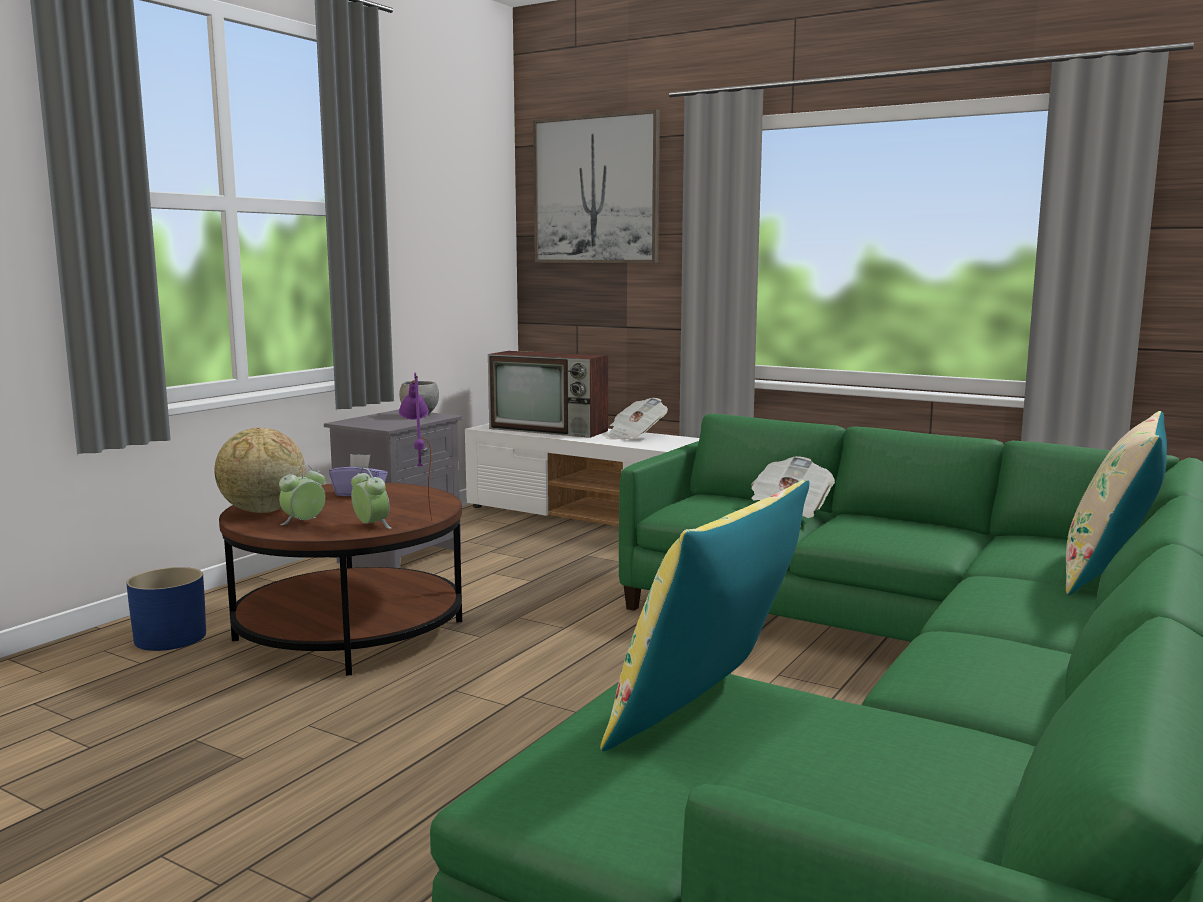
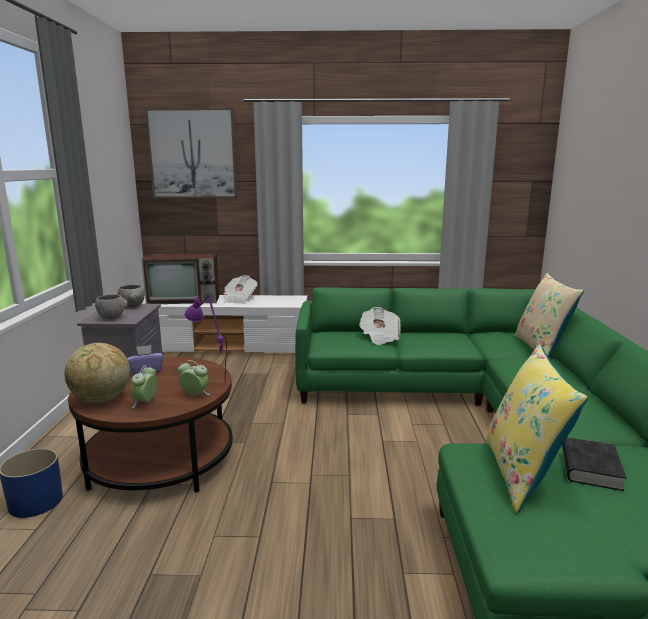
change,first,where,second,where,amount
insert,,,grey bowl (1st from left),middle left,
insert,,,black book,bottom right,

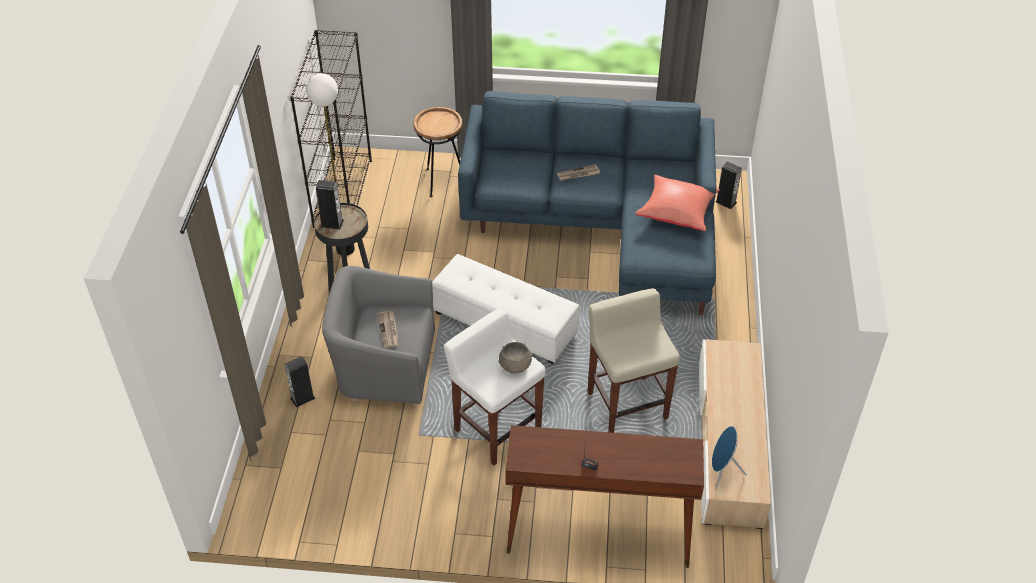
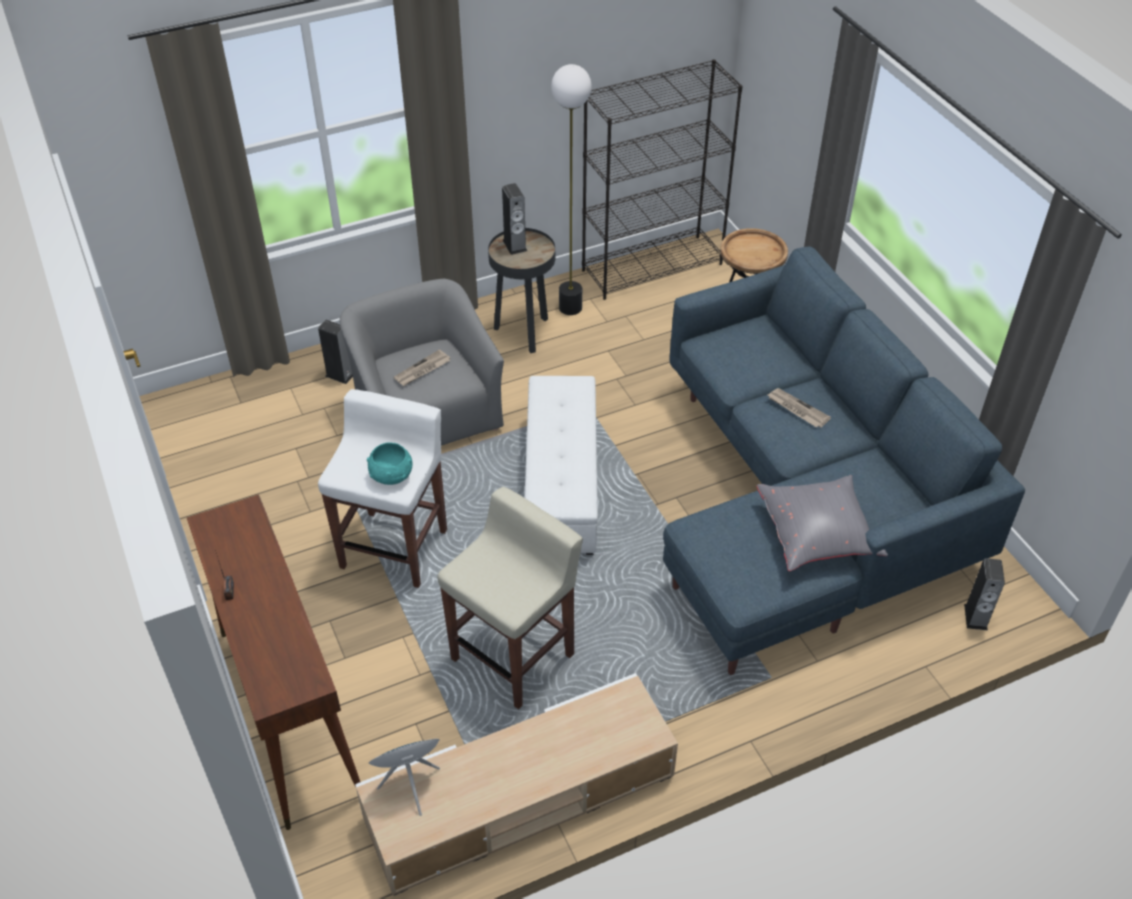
change,first,where,second,where,amount
recolor,grey bowl,centre,turquoise bowl,centre,
recolor,red pillow,centre,grey pillow,middle right,

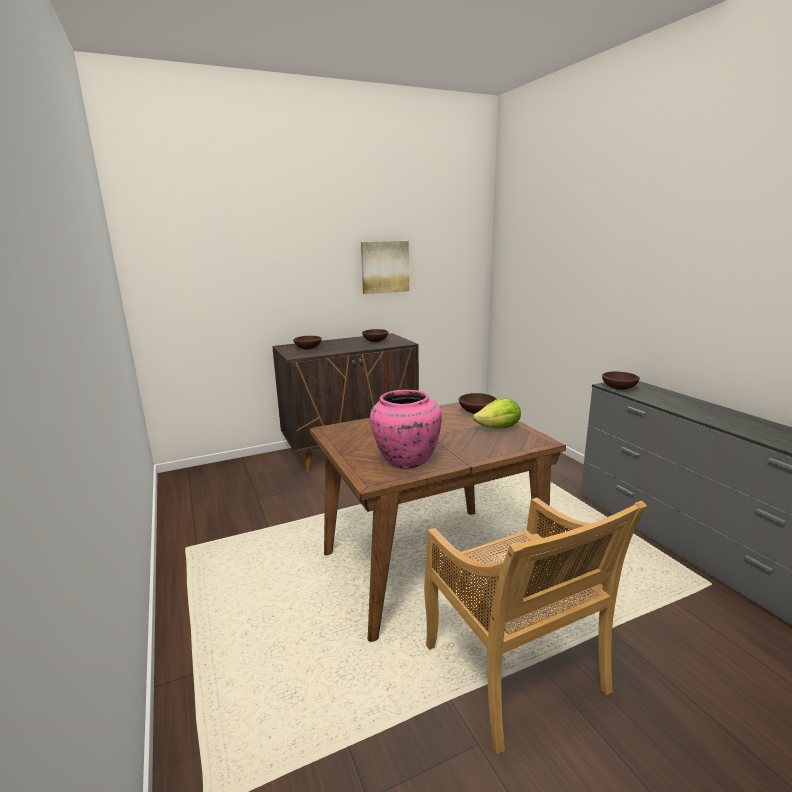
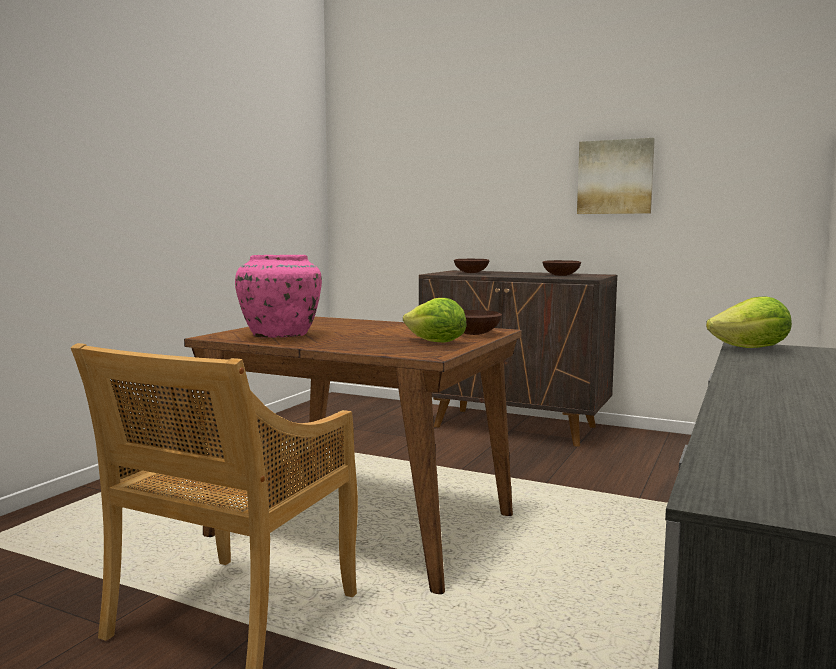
change,first,where,second,where,amount
replace,brown bowl (4th from left),middle right,lettuce (2nd from left),middle right,

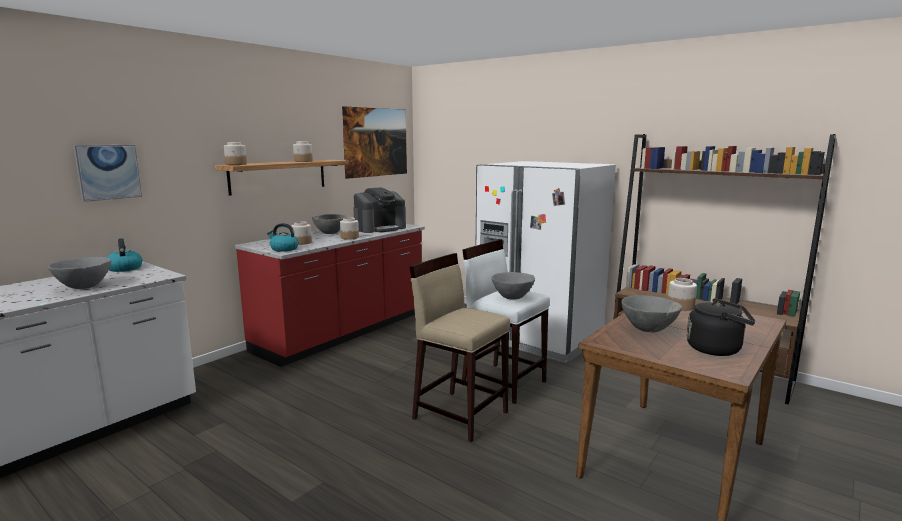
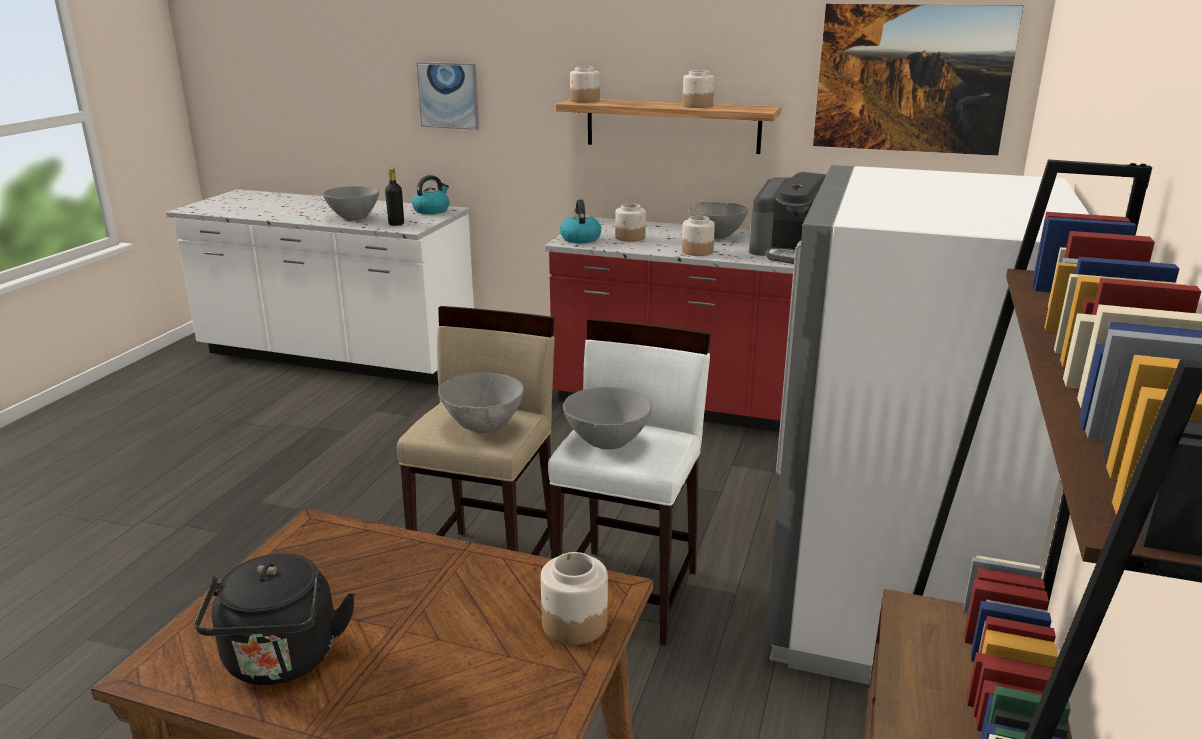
change,first,where,second,where,amount
insert,,,black bottle,top left,
move,grey bowl (4th from left in the first image),middle right,grey bowl (2nd from left),centre,

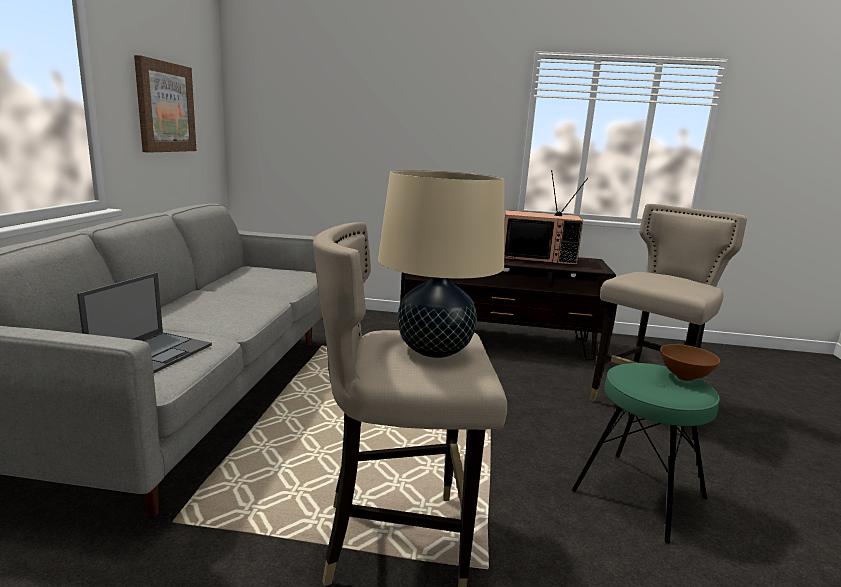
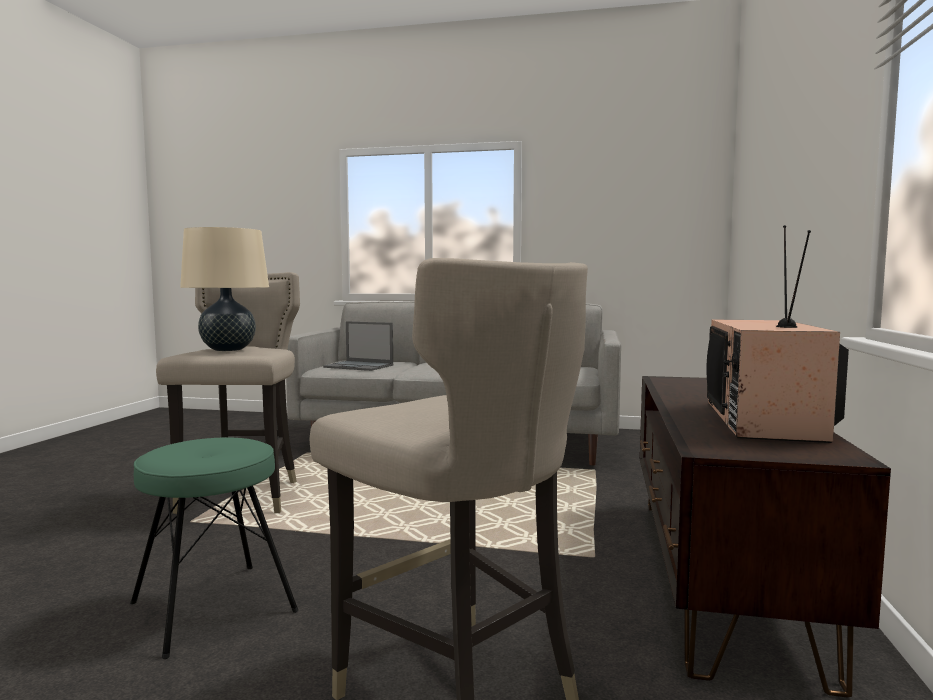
change,first,where,second,where,amount
delete,picture,top left,,,
delete,brown bowl,middle right,,,

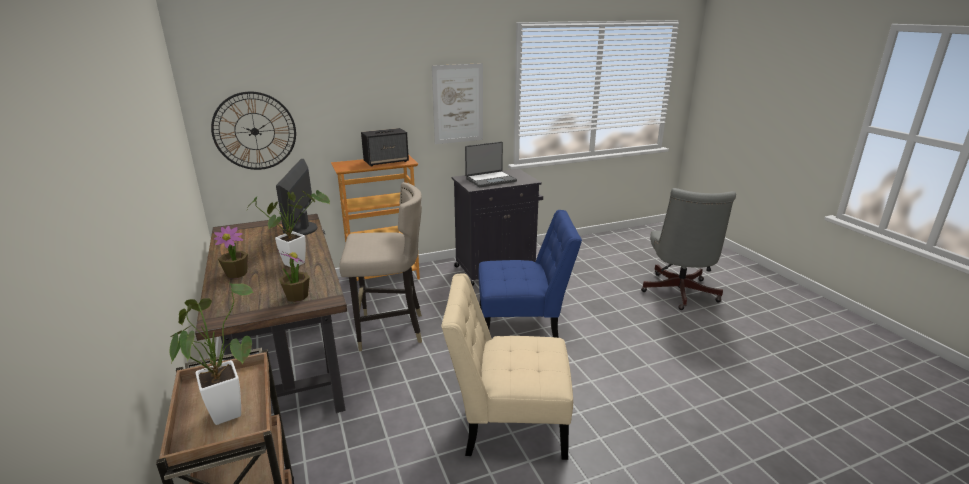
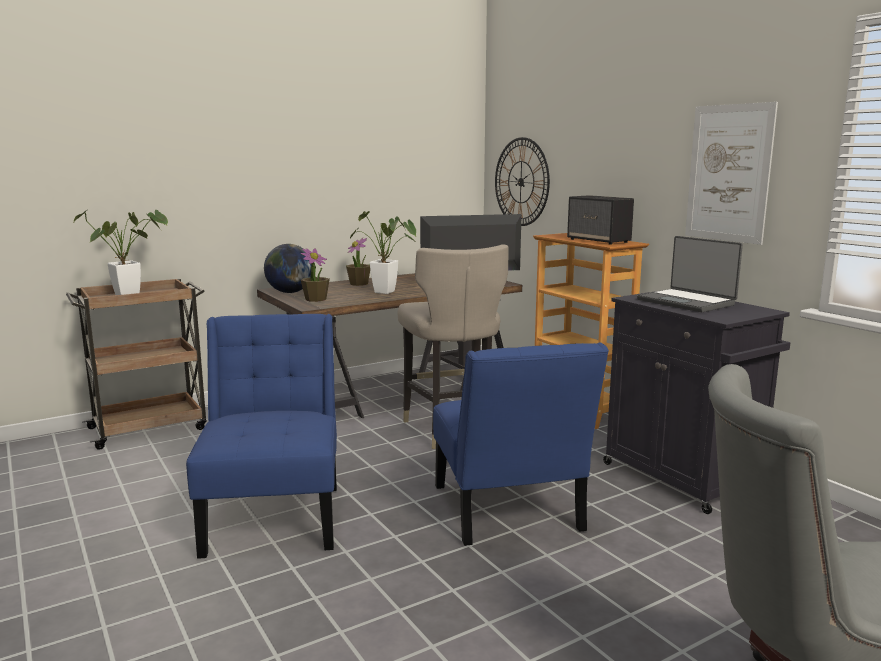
change,first,where,second,where,amount
insert,,,globe,middle left,
recolor,beige chair,bottom centre,blue chair (1st from left),middle left,

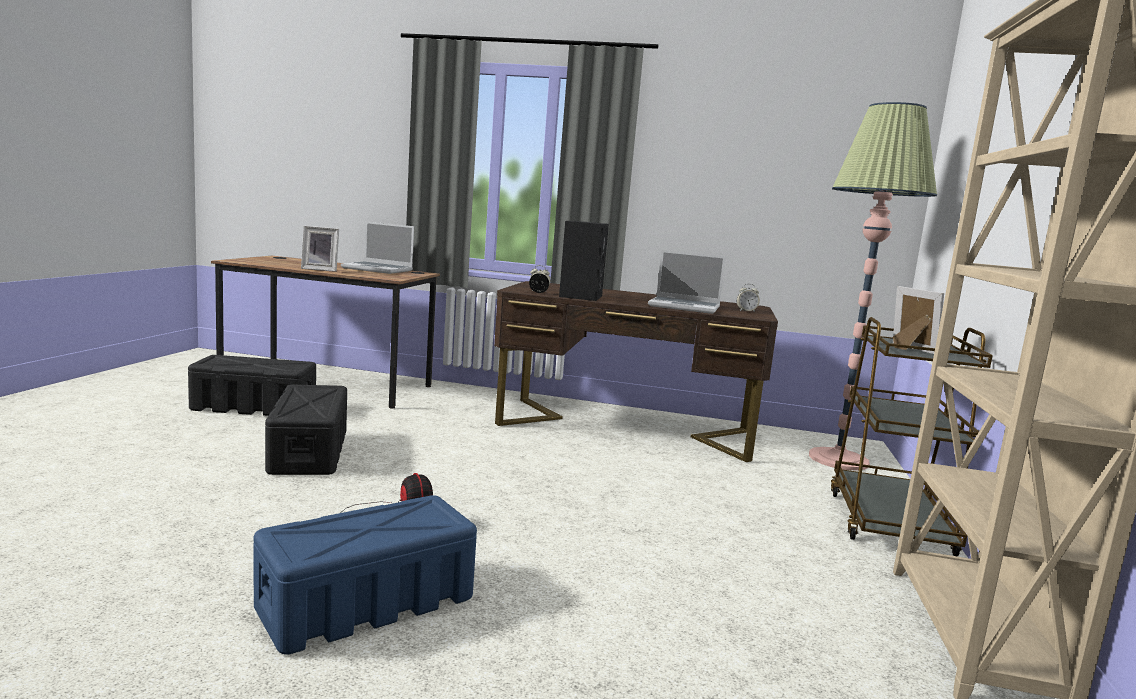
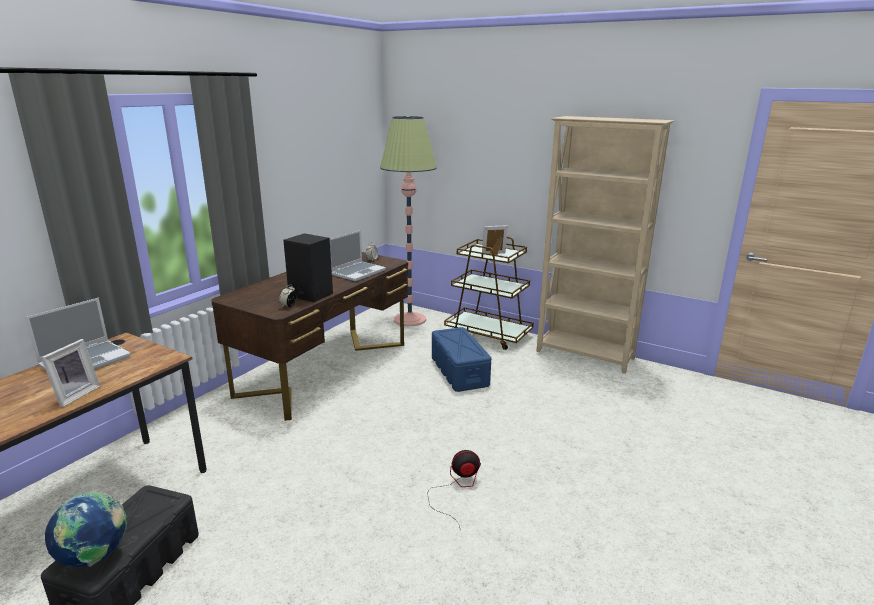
change,first,where,second,where,amount
delete,black storage box (2nd from left),middle left,,,
insert,,,globe,bottom left,
move,blue storage box,bottom left,,centre,

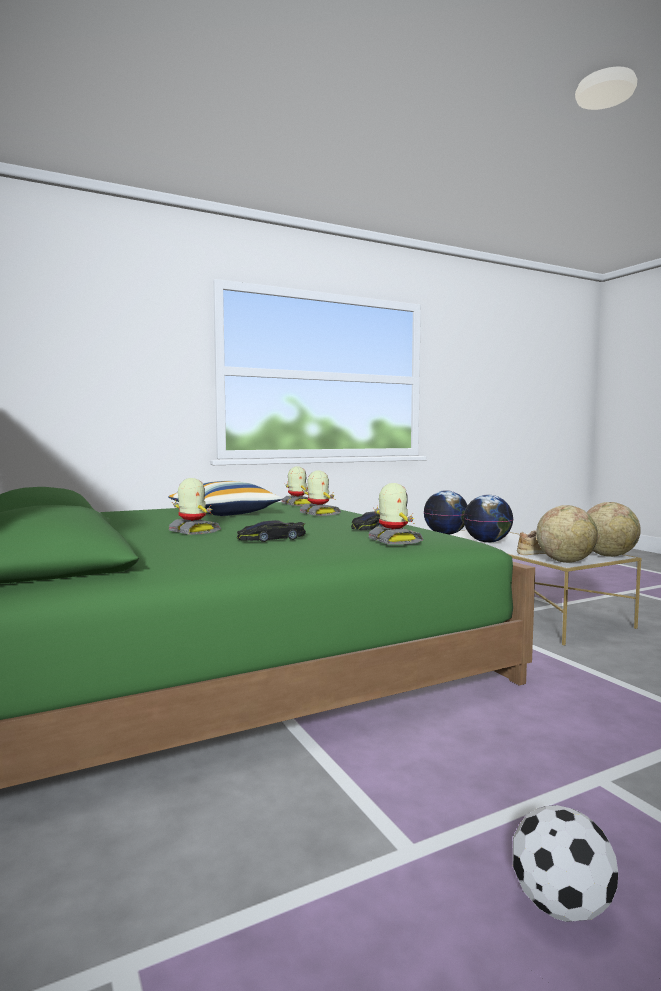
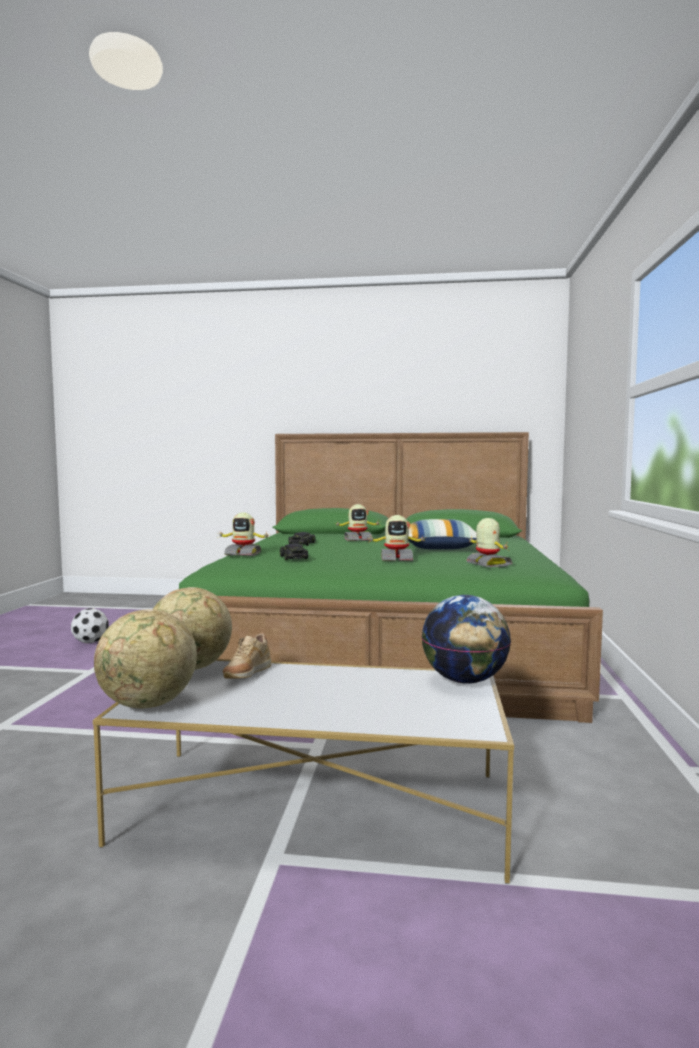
change,first,where,second,where,amount
delete,globe (2nd from left),middle right,,,
rotate,toy robot (2nd from left in the first image),centre,toy robot (4th from left),middle right,120 degrees counterclockwise

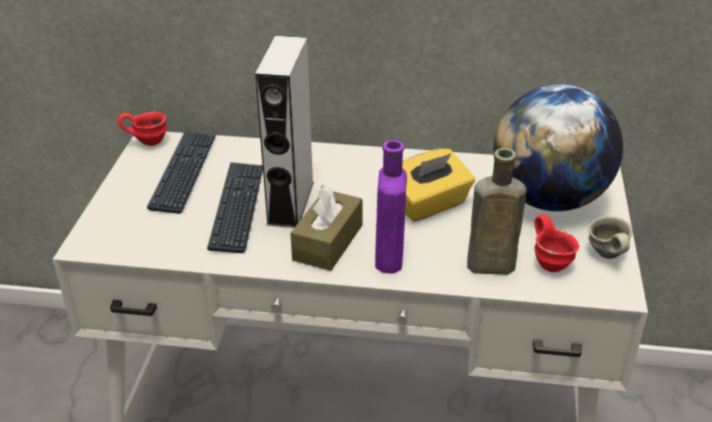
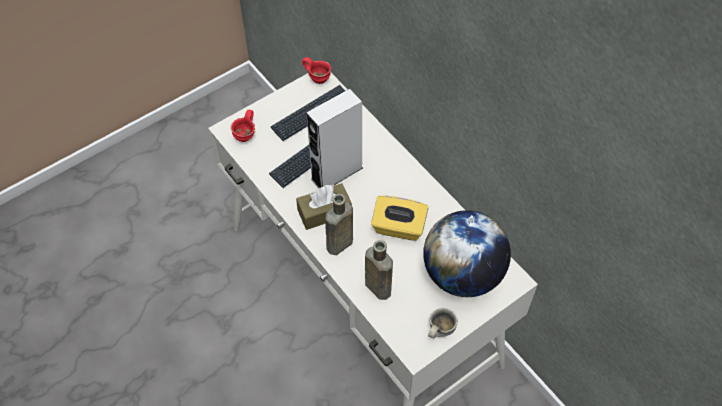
change,first,where,second,where,amount
move,red mug (2nd from left in the first image),middle right,red mug (1st from left),top centre,
recolor,purple bottle,centre,brown bottle (1st from left),centre,

